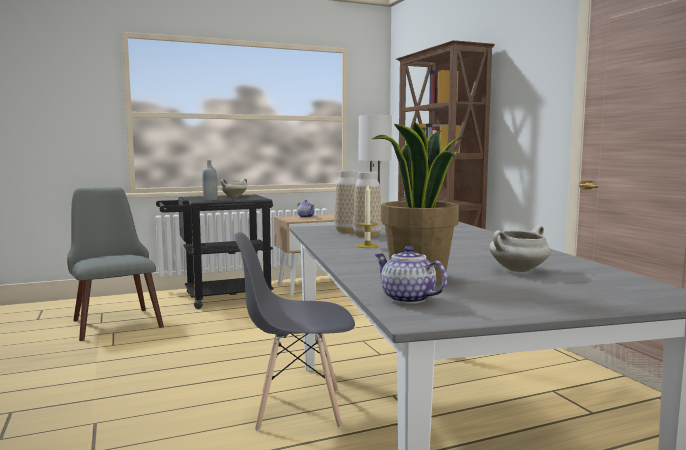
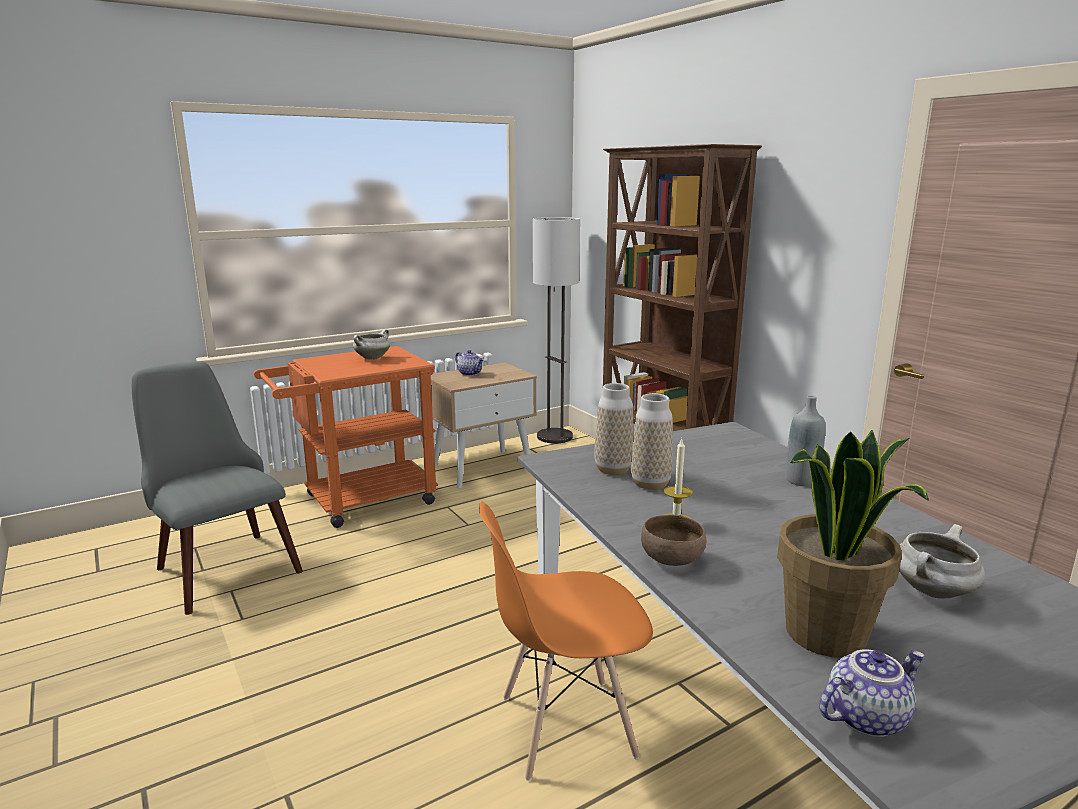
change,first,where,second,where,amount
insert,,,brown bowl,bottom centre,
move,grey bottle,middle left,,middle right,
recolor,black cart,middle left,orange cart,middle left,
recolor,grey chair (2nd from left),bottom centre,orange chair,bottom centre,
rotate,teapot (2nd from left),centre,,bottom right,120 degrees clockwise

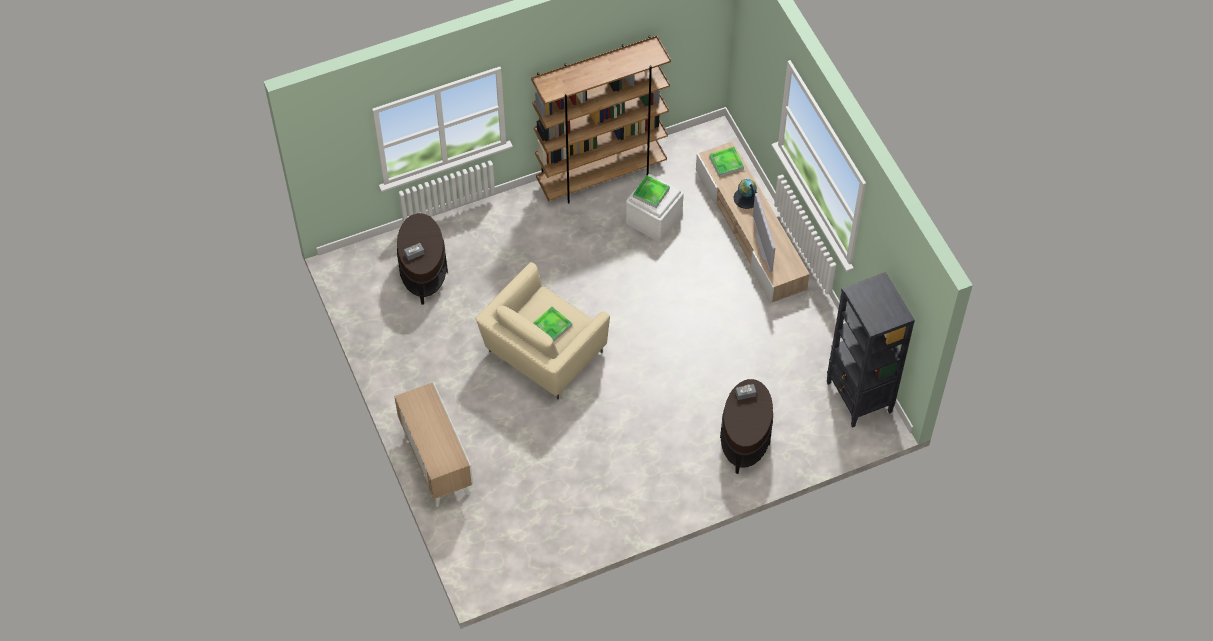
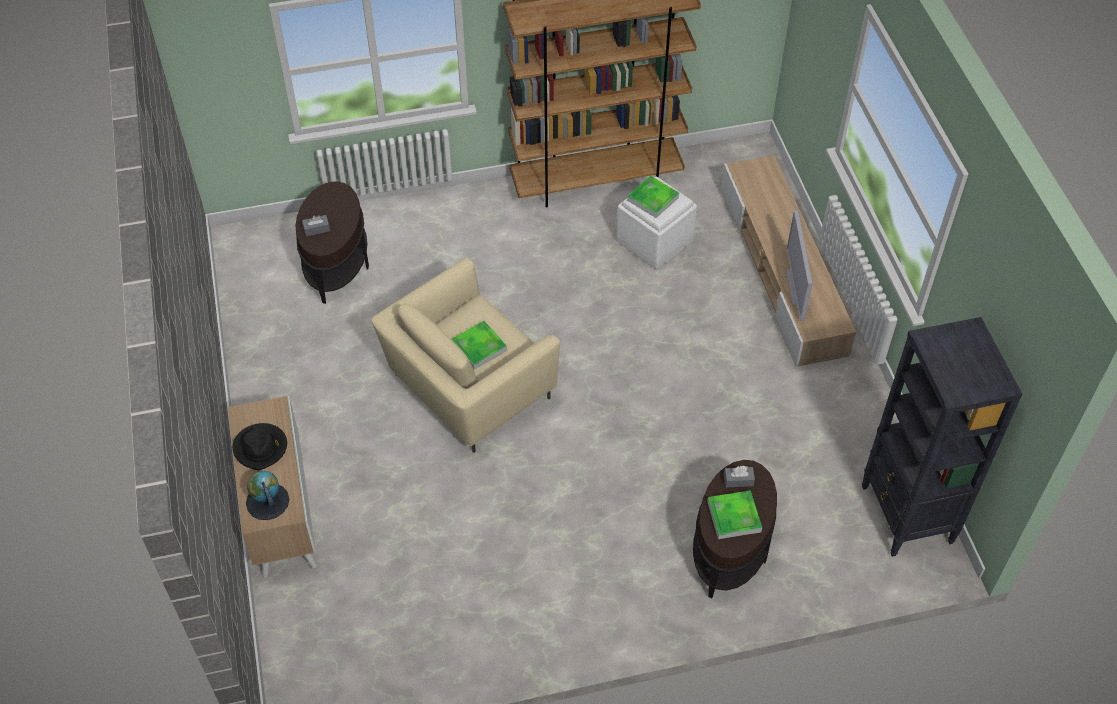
change,first,where,second,where,amount
insert,,,black hat,middle left,
move,tray (3rd from left),top centre,,bottom centre,
move,globe,top centre,,bottom left,

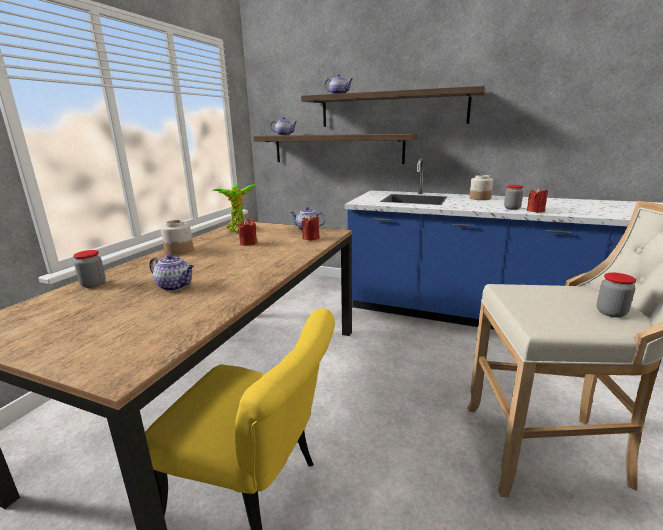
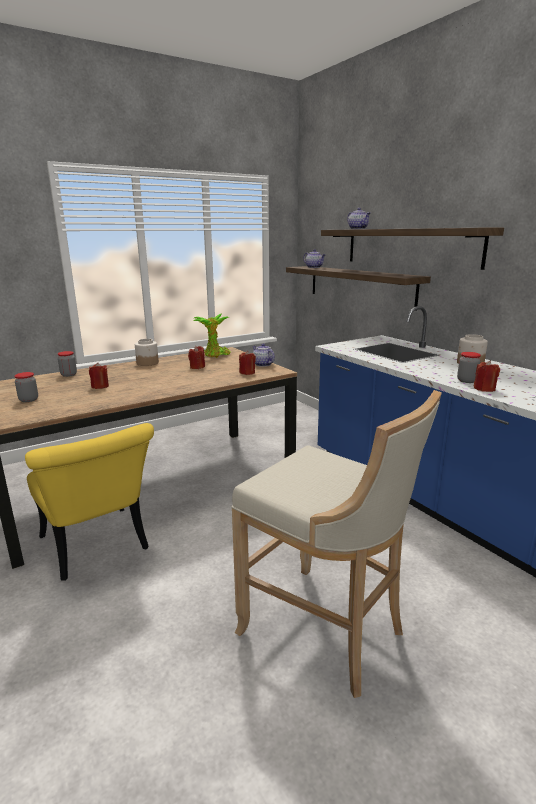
change,first,where,second,where,amount
move,jar (5th from left in the first image),middle right,jar (1st from left),middle left,
replace,teapot (1st from left),middle left,red candle (1st from left),middle left,

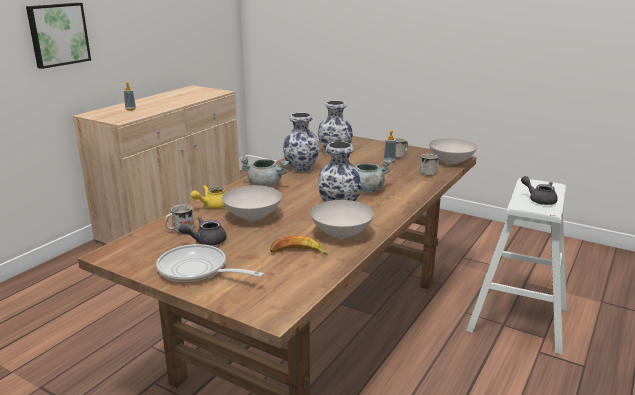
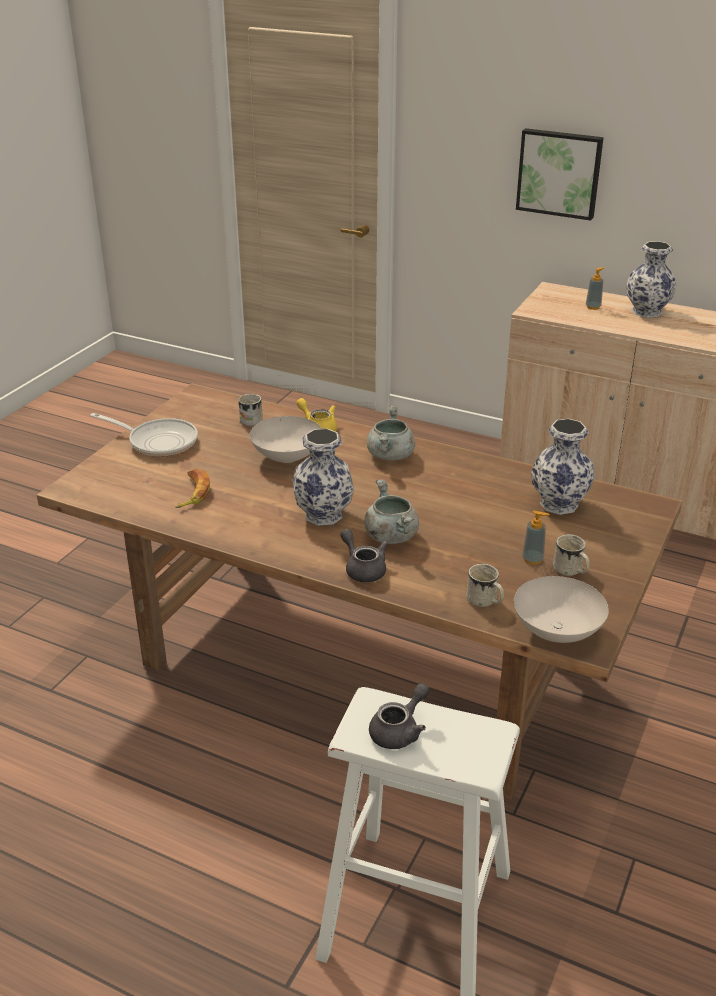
change,first,where,second,where,amount
delete,white bowl (2nd from left),centre,,,
move,grey teapot (1st from left),middle left,,centre,
move,vase (1st from left in the first image),centre,vase (3rd from left),top right,
rotate,frying pan,middle left,,middle left,90 degrees clockwise

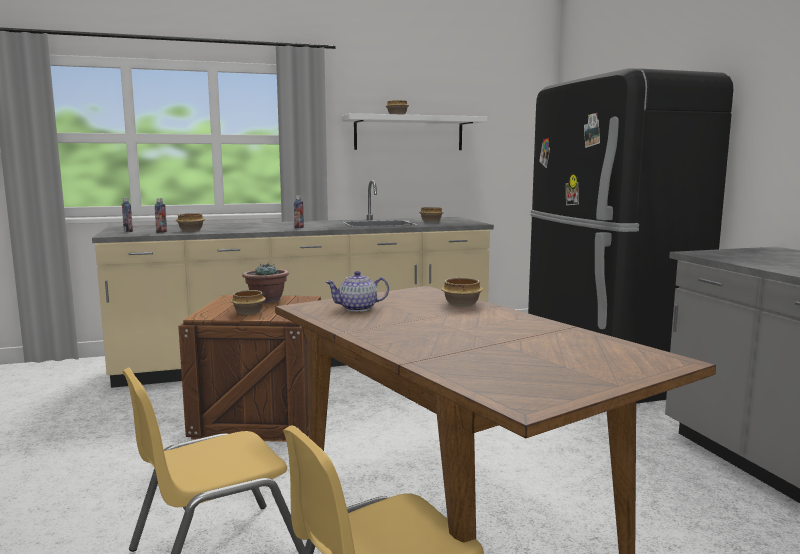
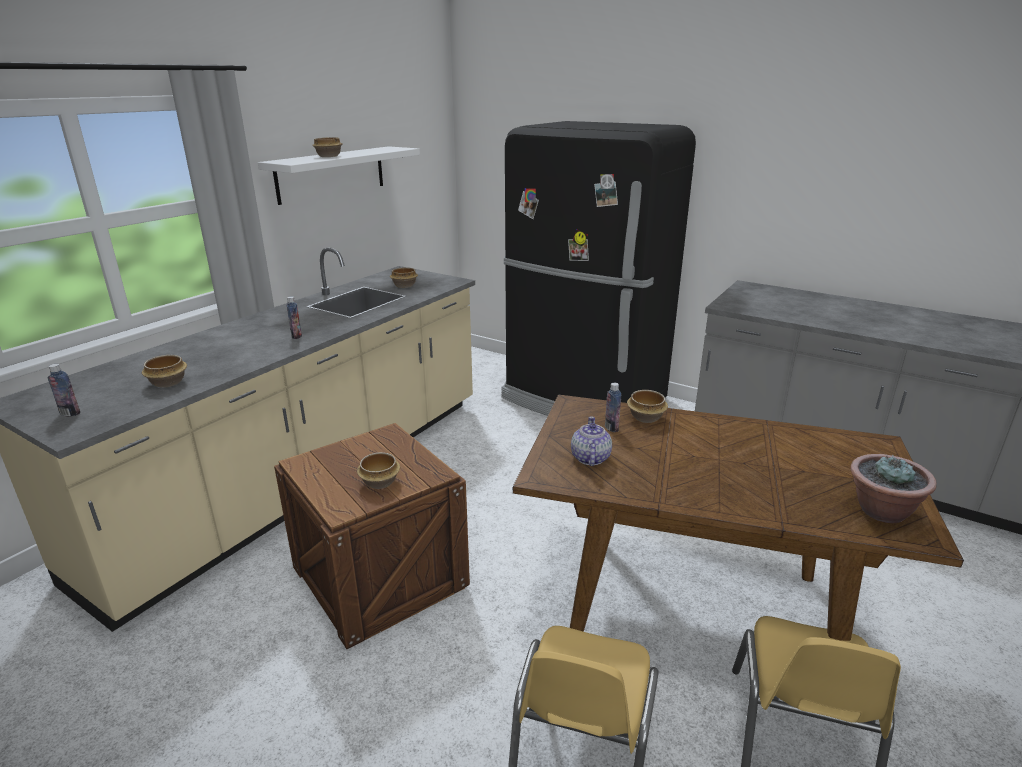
change,first,where,second,where,amount
move,bottle (2nd from left in the first image),middle left,bottle (3rd from left),centre,
move,potted plant,middle left,,middle right,
rotate,teapot,centre,,centre,150 degrees clockwise

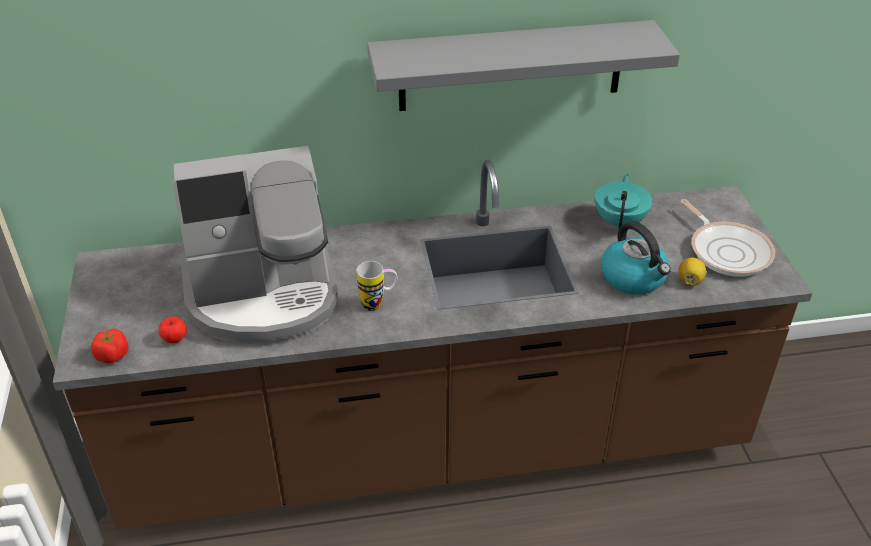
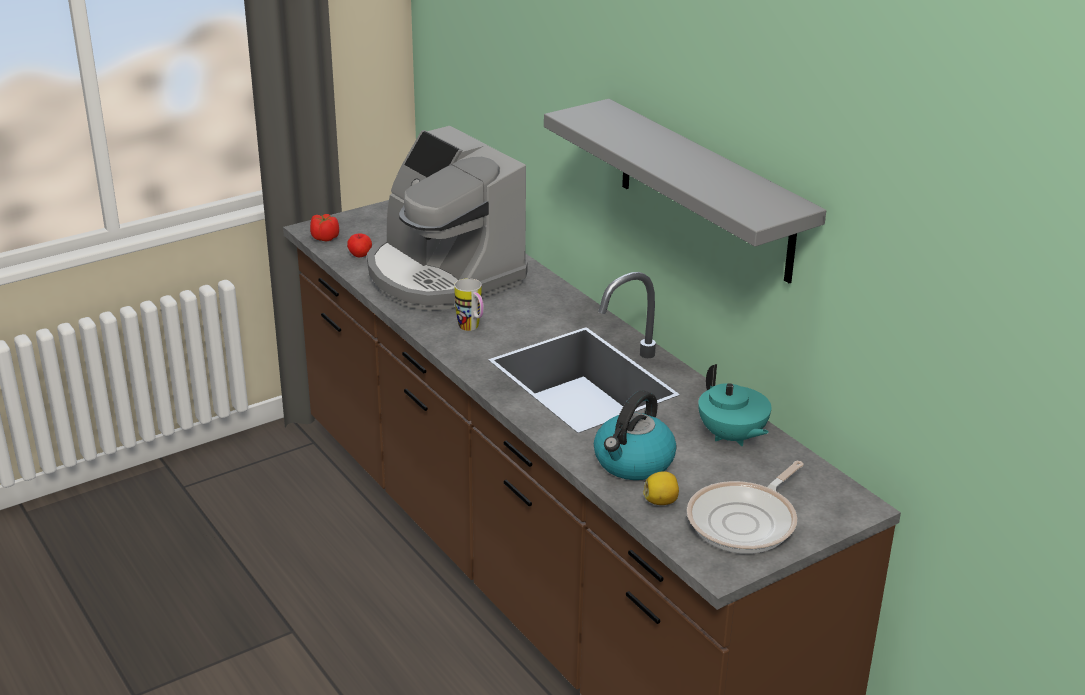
change,first,where,second,where,amount
rotate,turquoise teapot,middle right,,middle right,75 degrees clockwise

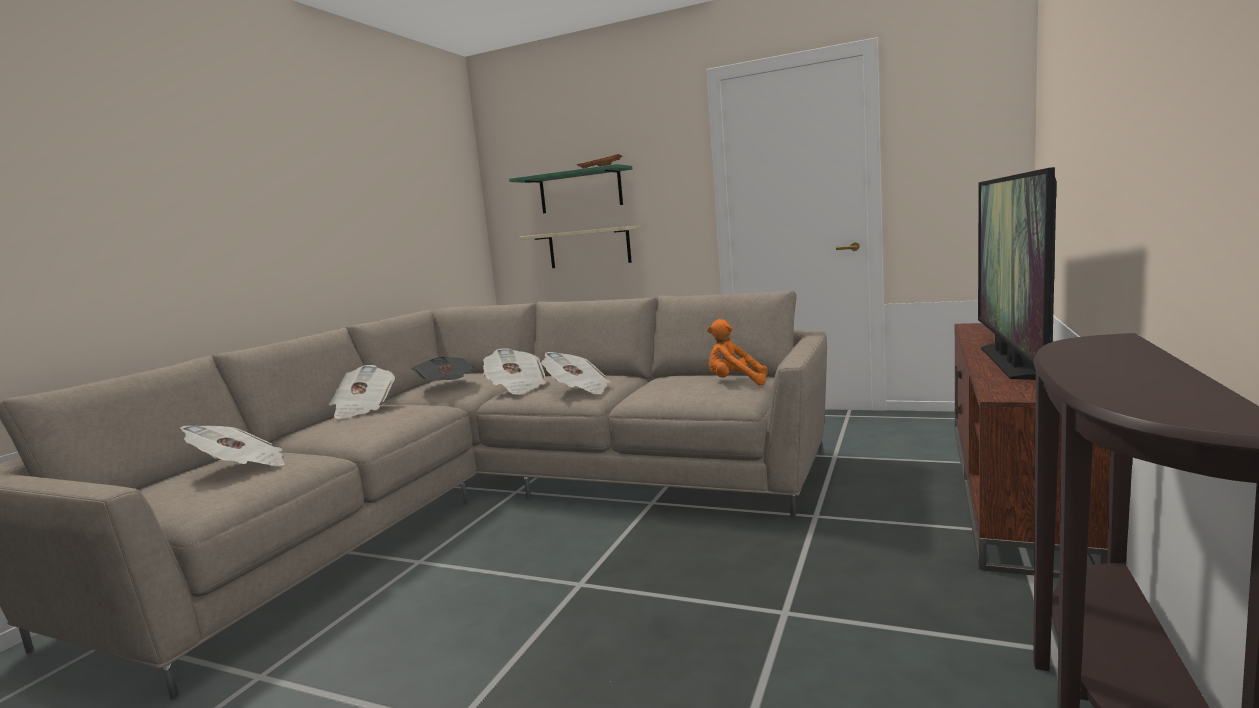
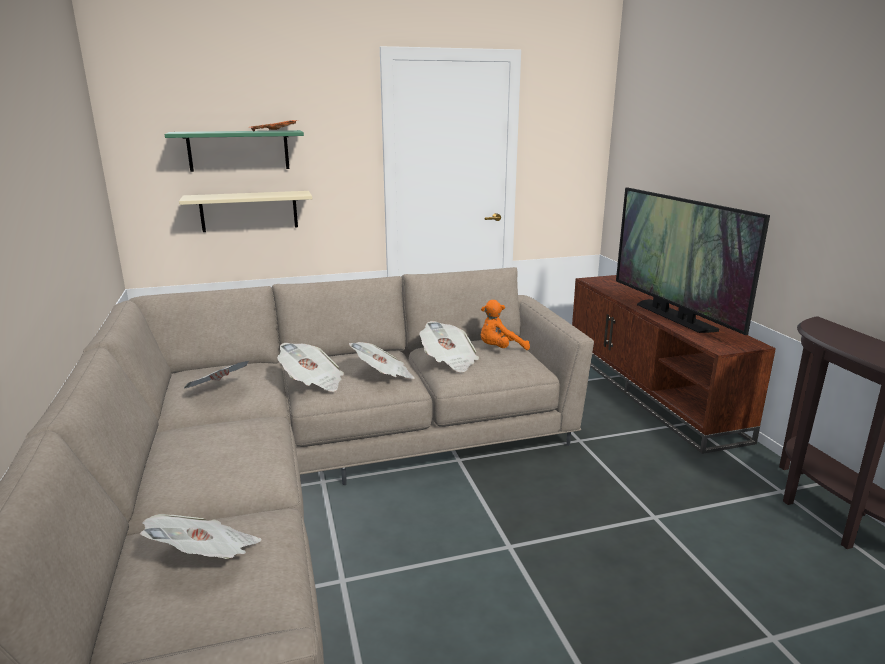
change,first,where,second,where,amount
move,newspaper (2nd from left in the first image),middle left,newspaper (5th from left),centre,

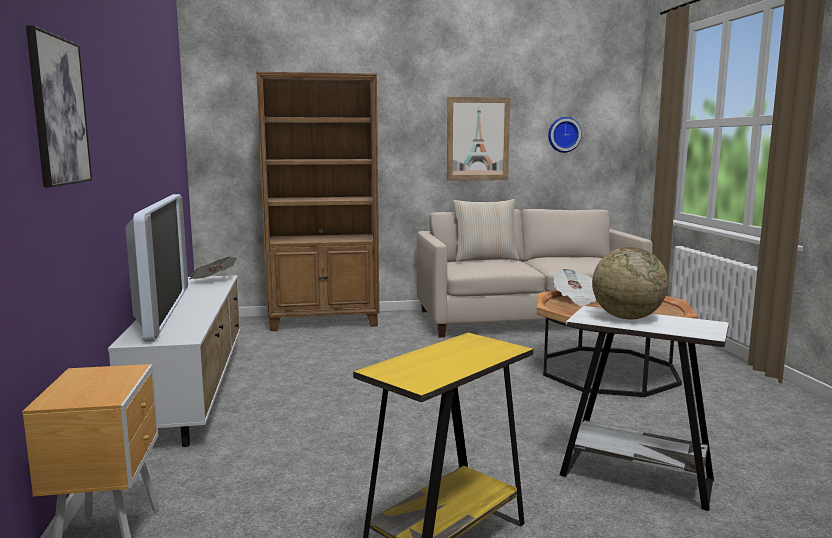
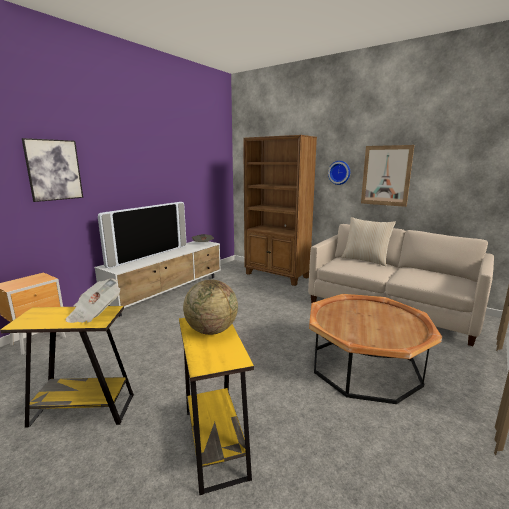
change,first,where,second,where,amount
move,wall clock,top right,,centre,
move,newspaper (2nd from left in the first image),middle right,newspaper (1st from left),middle left,
recolor,white side table,bottom right,yellow side table (2nd from left),bottom centre,

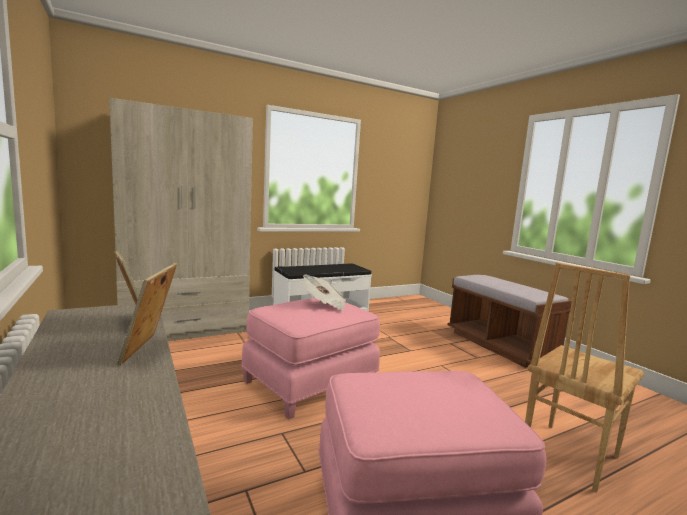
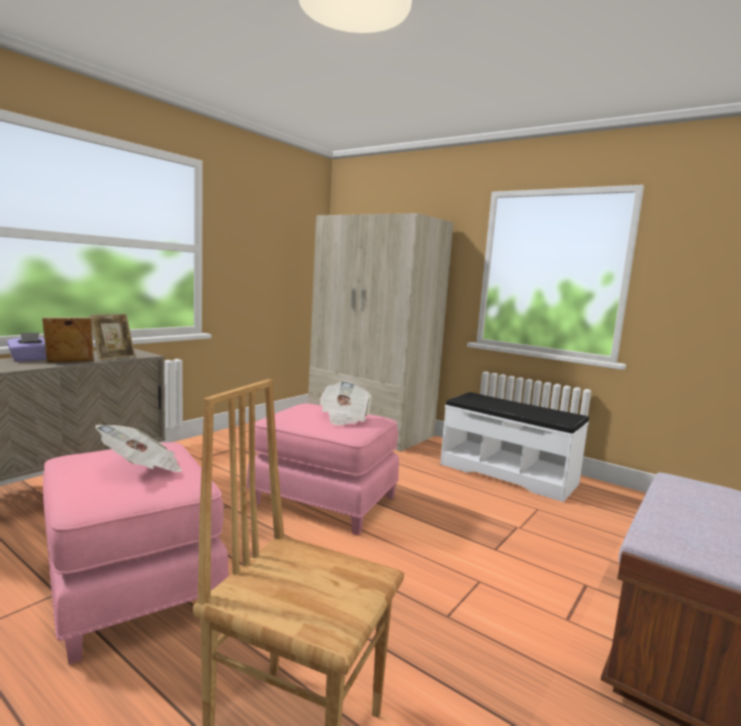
change,first,where,second,where,amount
insert,,,purple tissue box,middle left,
insert,,,newspaper (1st from left),middle left,

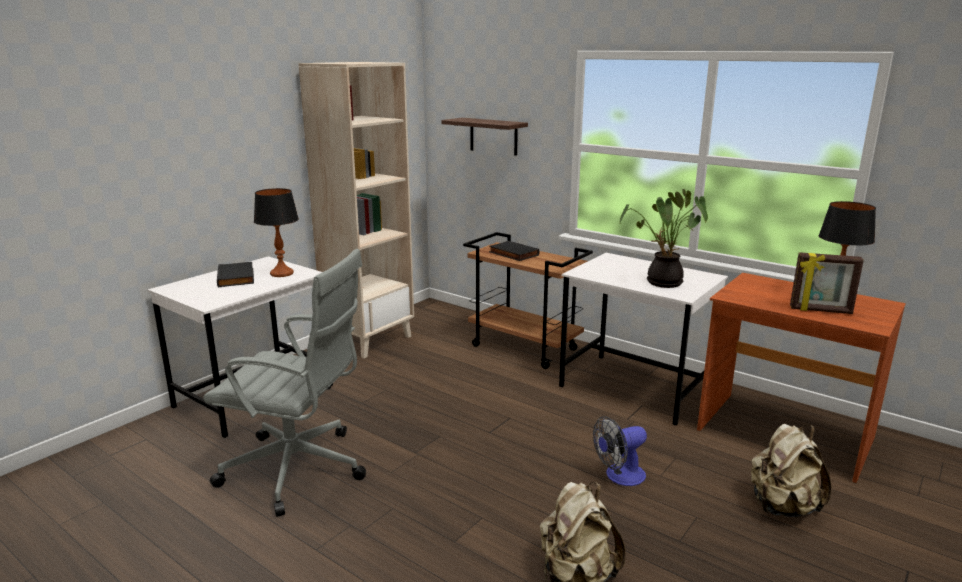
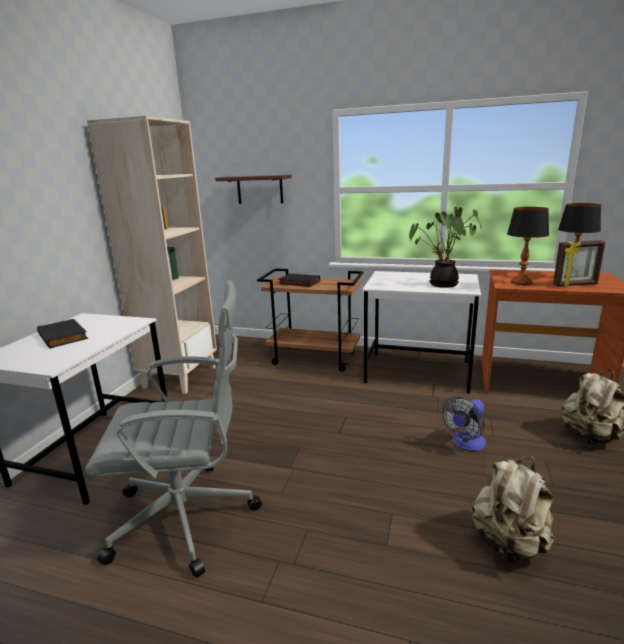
change,first,where,second,where,amount
move,table lamp (1st from left),middle left,,middle right,

